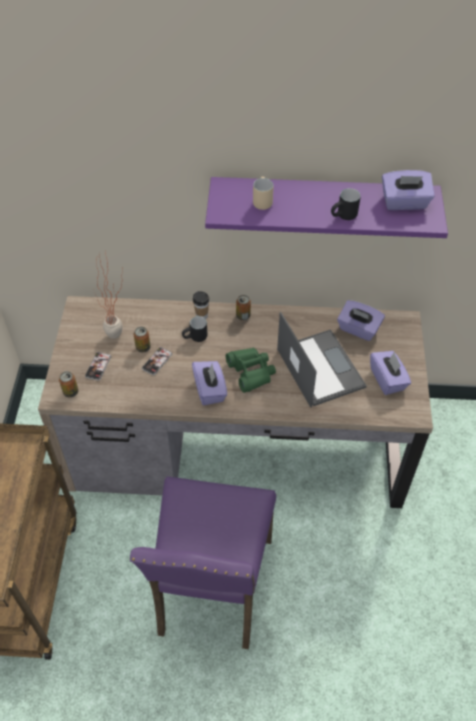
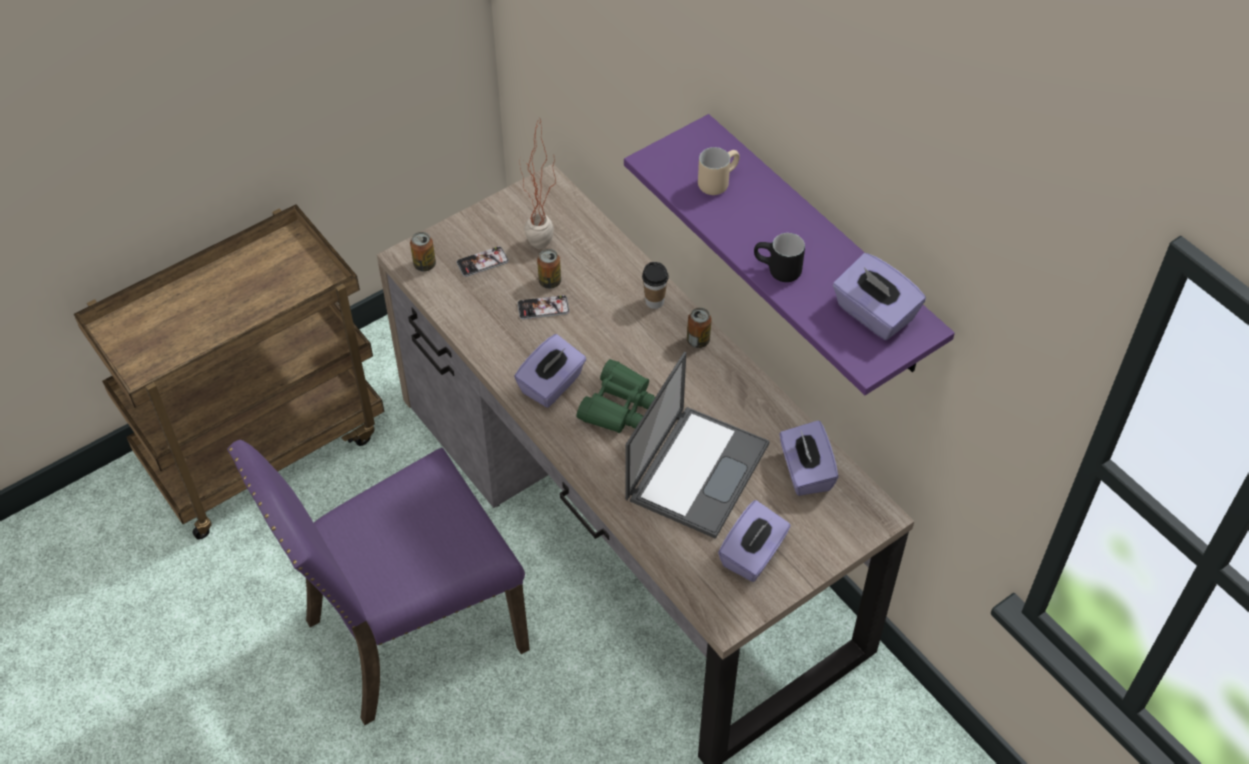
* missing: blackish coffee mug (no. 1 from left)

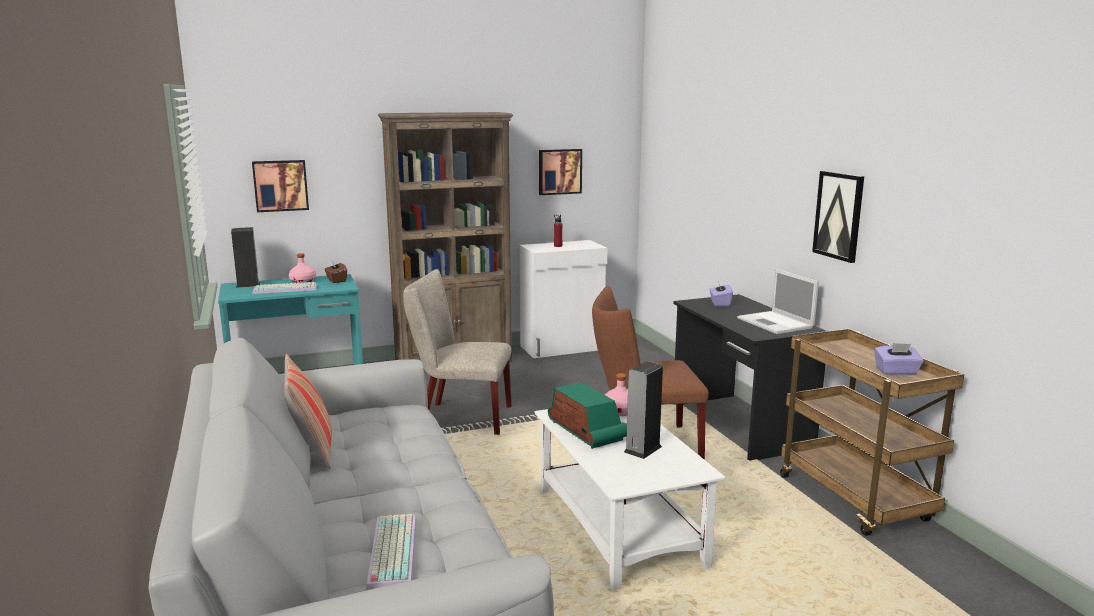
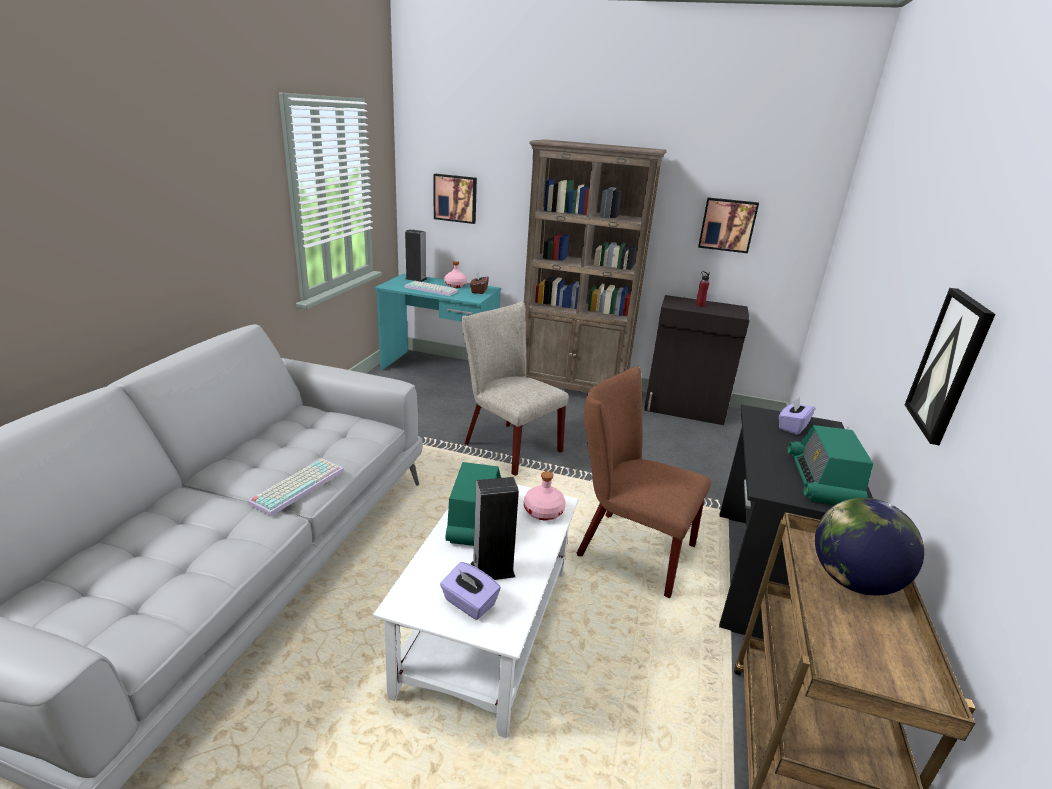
* colour: whitish storage cabinet to blackish storage cabinet
* exchanged: portable computer to radio (no. 2 from left)
* relocated: purplish box of tissues (no. 2 from left in the first image) to purplish box of tissues (no. 1 from left)
* missing: throw pillow
* relocated: PC keyboard (no. 2 from left in the first image) to PC keyboard (no. 1 from left)
* appeared: world globe

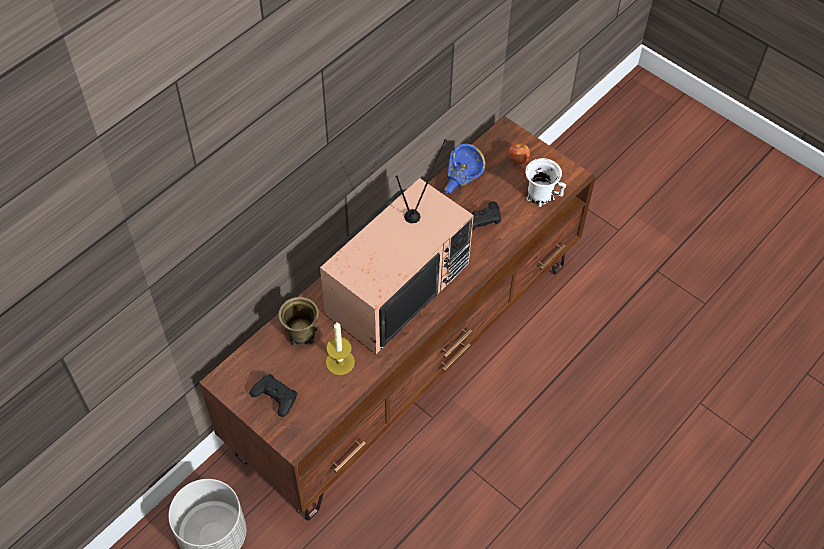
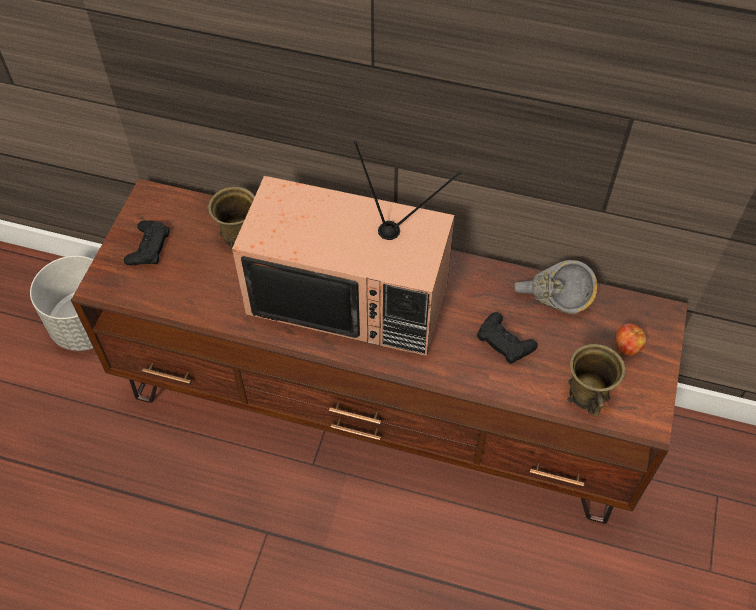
* colour: blue-coloured deep dish to greyish deep dish
* colour: whitish coffee mug to brownish coffee mug (no. 2 from left)
* missing: wax candle

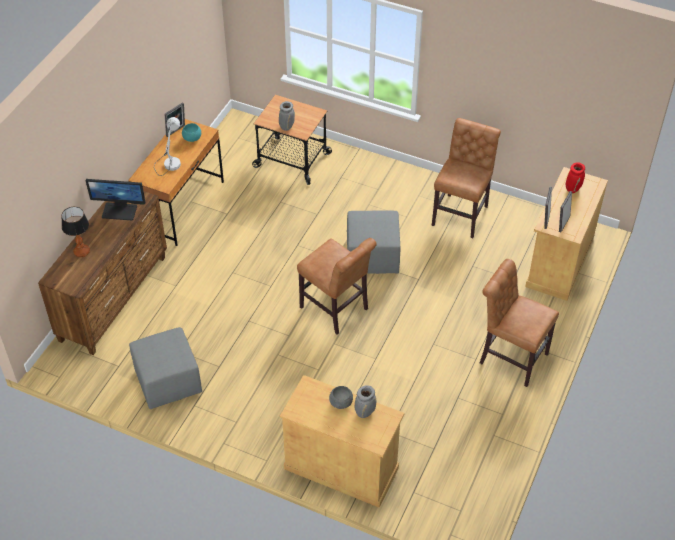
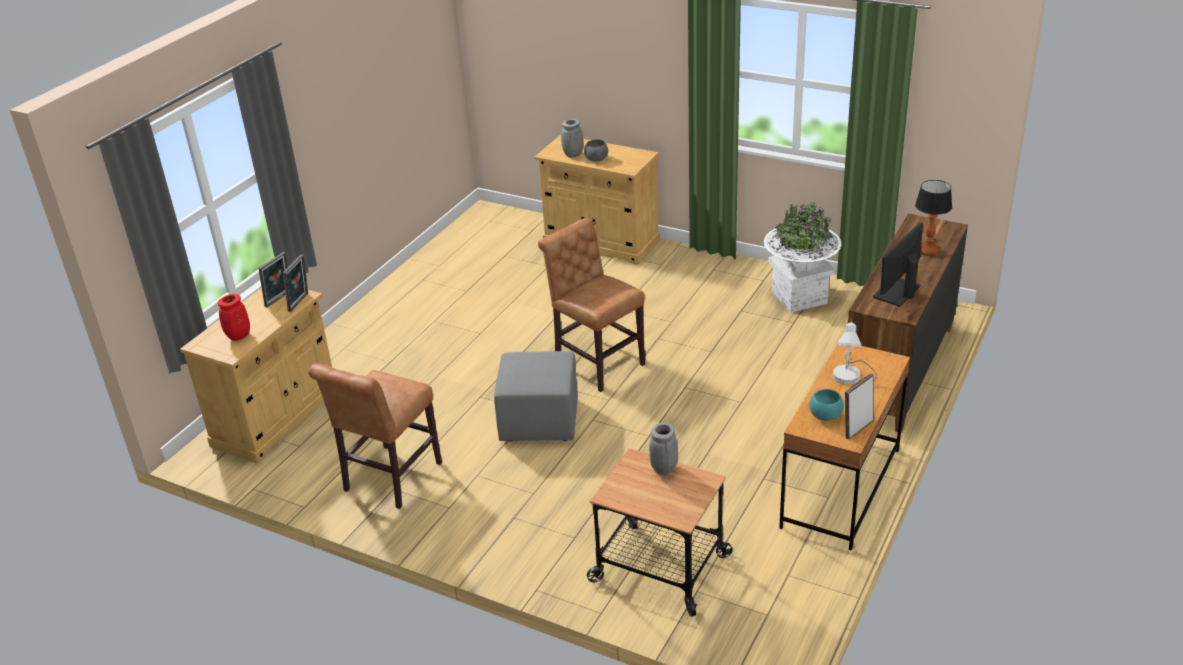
* spun: monitor 60 degrees counterclockwise
* missing: brownish plain chair (no. 3 from left)
* exchanged: greyish ottoman (no. 1 from left) to whitish plant pot

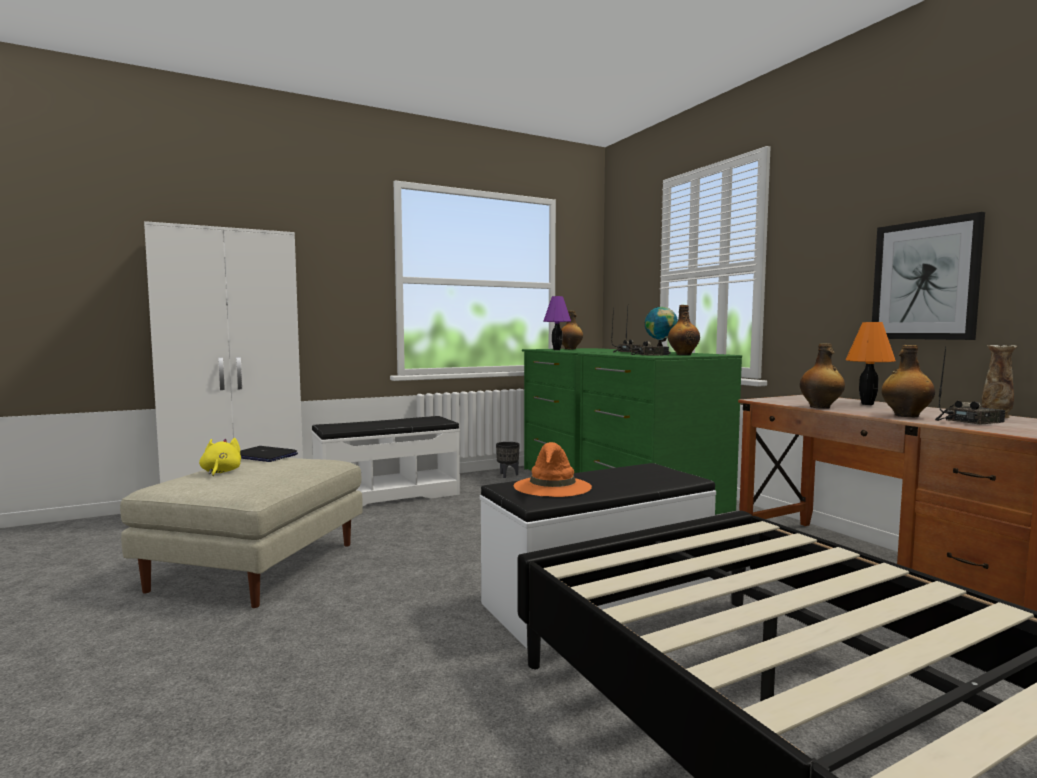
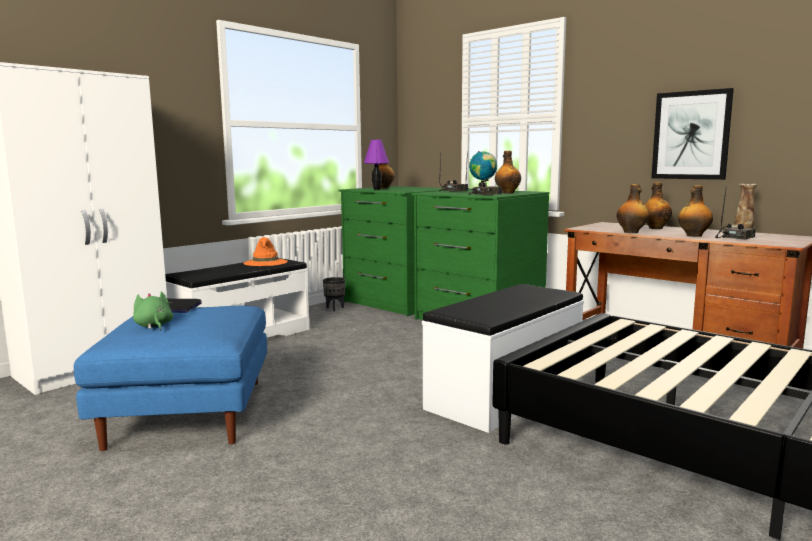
* exchanged: orange-coloured lamp for a table to beverage bottle (no. 4 from left)
* colour: yellow plush toy to green-coloured plush toy
* relocated: orange-coloured clothing hat
* colour: sand-coloured ottoman to blue-coloured ottoman

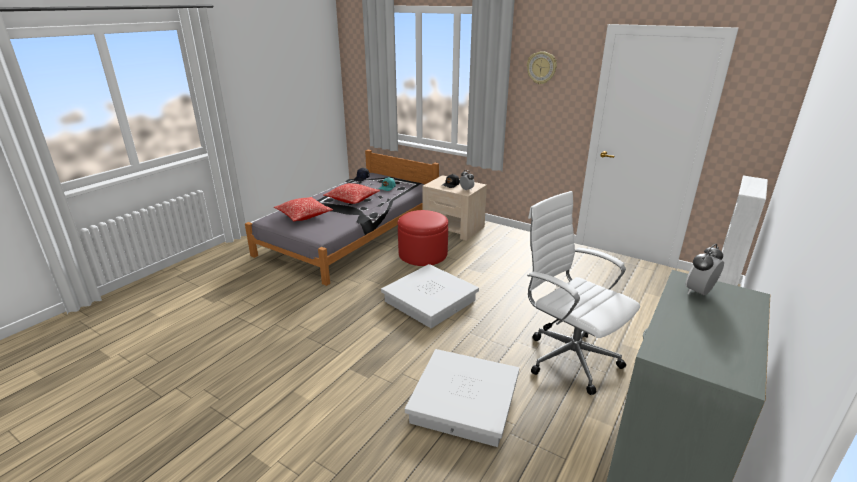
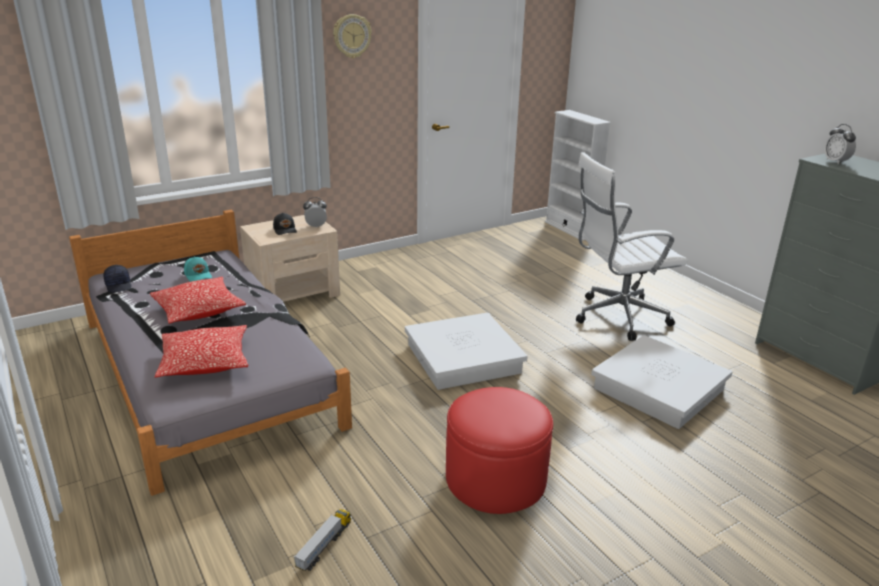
* relocated: reddish ottoman
* appeared: toy lorry

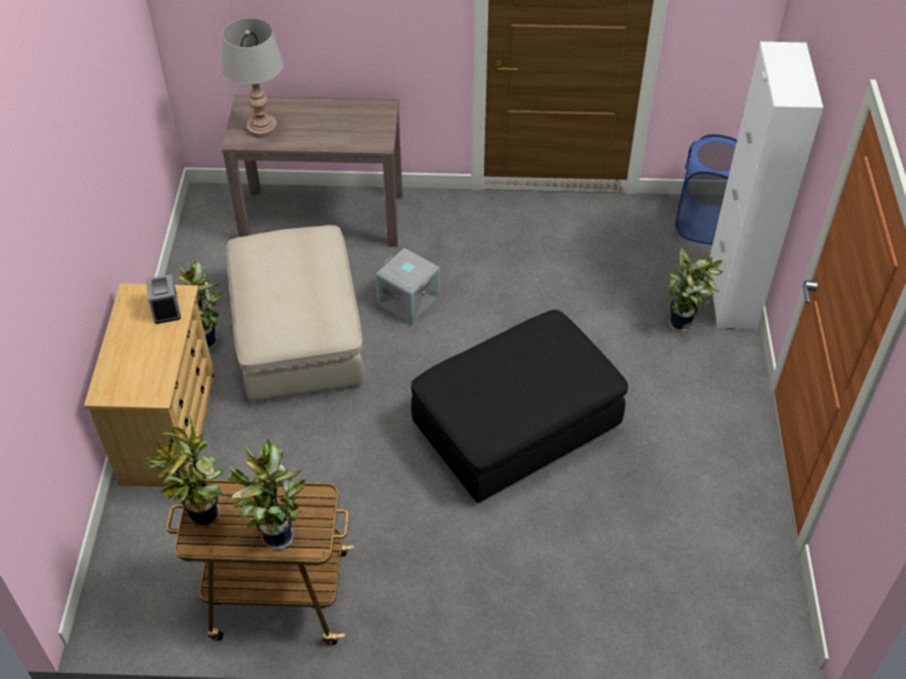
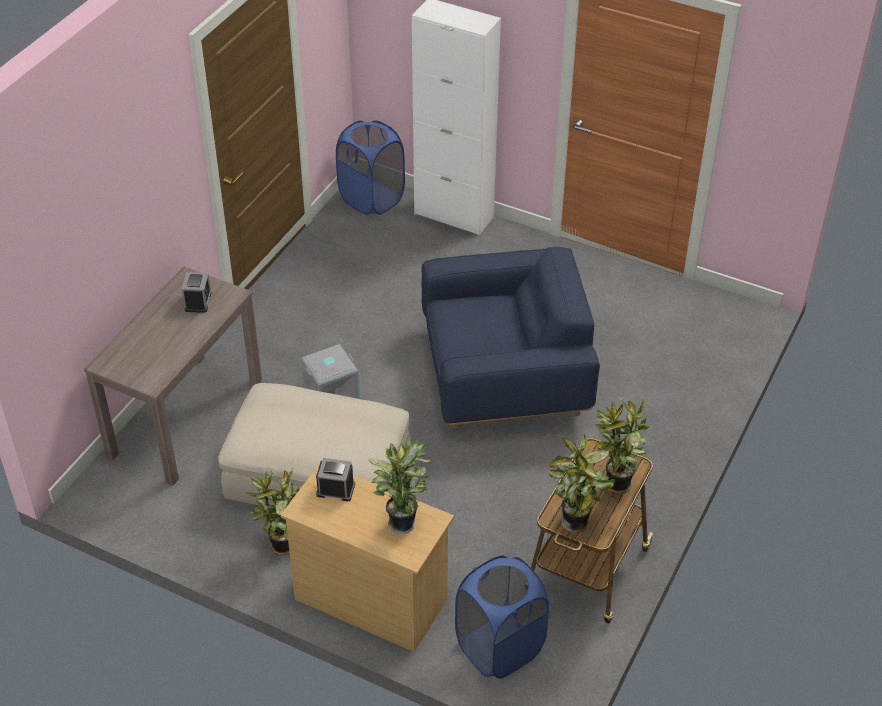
* missing: greyish lamp for a table
* relocated: potted plant (no. 4 from left in the first image) to potted plant (no. 2 from left)
* exchanged: blackish ottoman to blue-coloured armchair
* appeared: table clock (no. 1 from left)
* appeared: blue-coloured hamper (no. 2 from left)

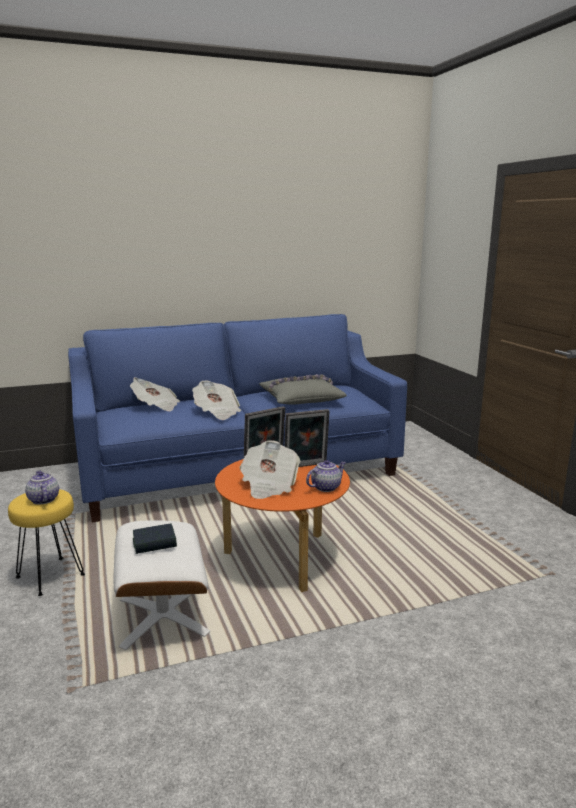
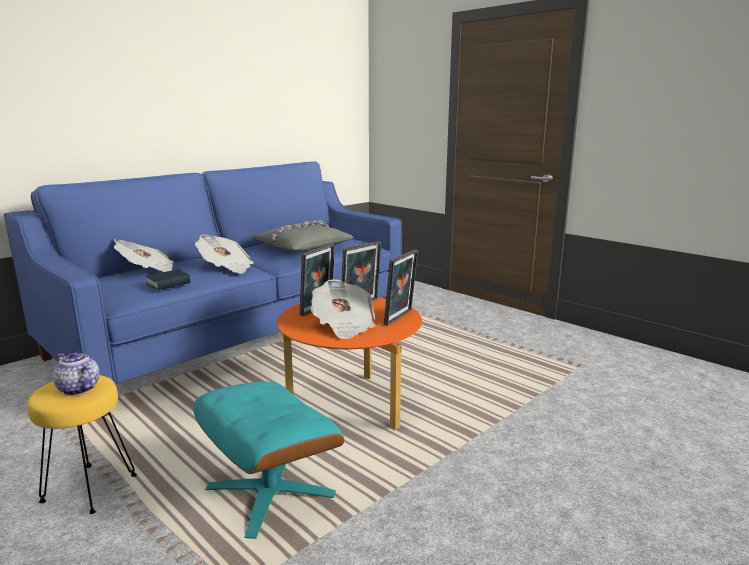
* exchanged: pot for tea (no. 2 from left) to picture frame (no. 3 from left)
* colour: whitish ottoman to turquoise ottoman
* relocated: bound book

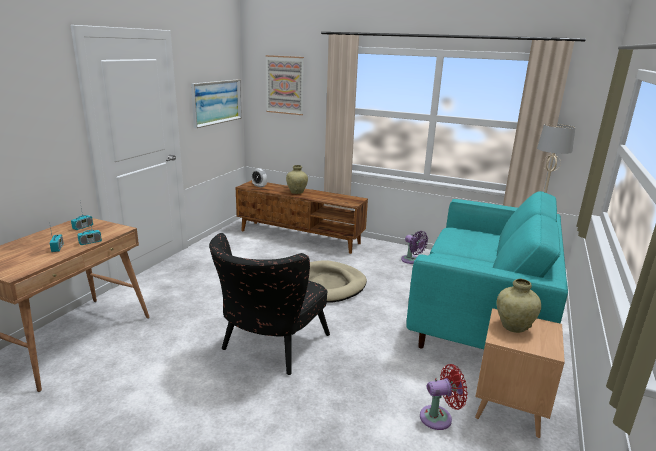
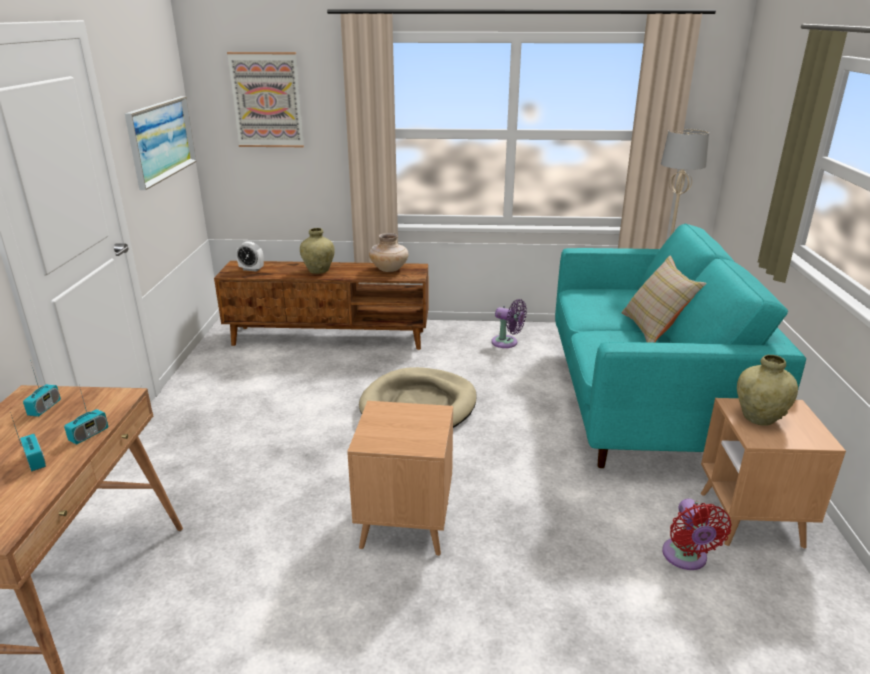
* exchanged: blackish armchair to brownish accent table (no. 1 from left)
* spun: reddish fan 120 degrees clockwise
* appeared: sand-coloured decorative vase (no. 2 from left)
* appeared: sand-coloured throw pillow

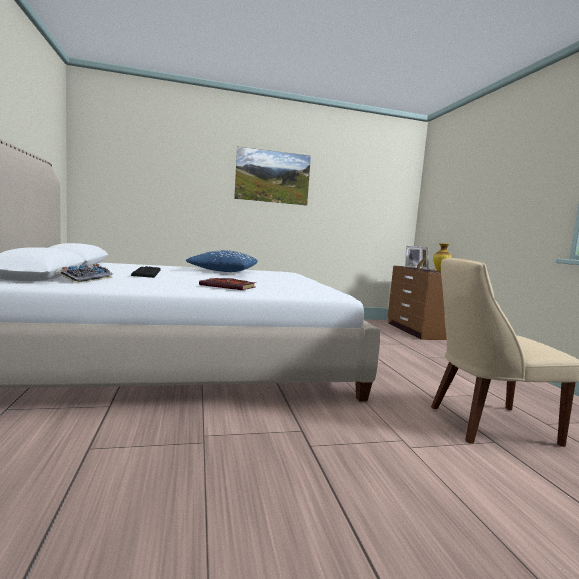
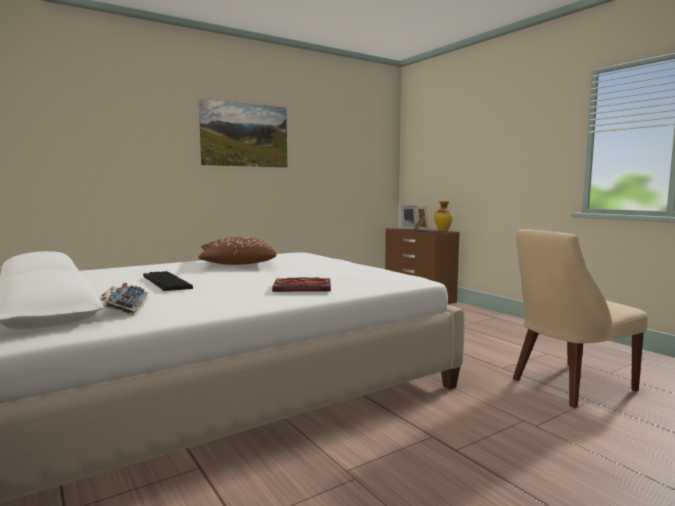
* colour: blue-coloured throw pillow to brownish throw pillow

